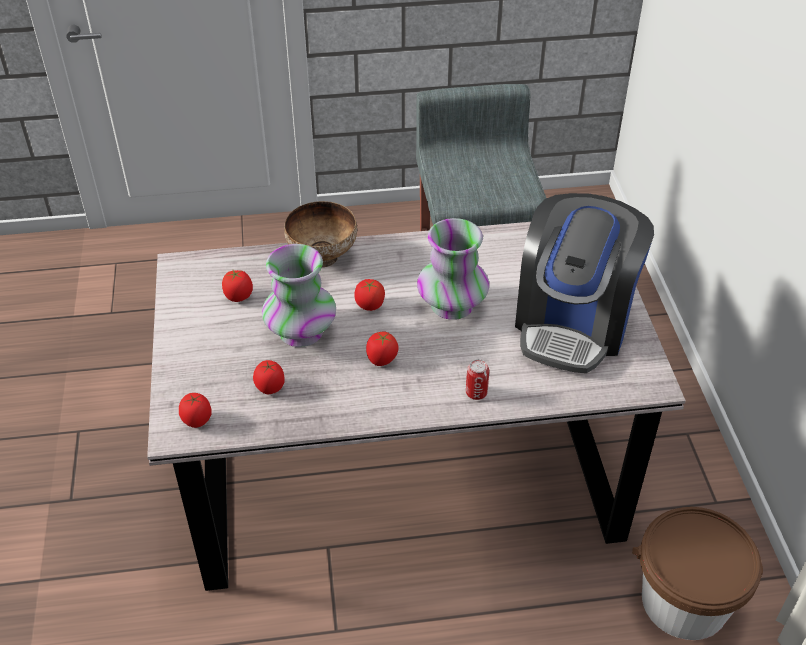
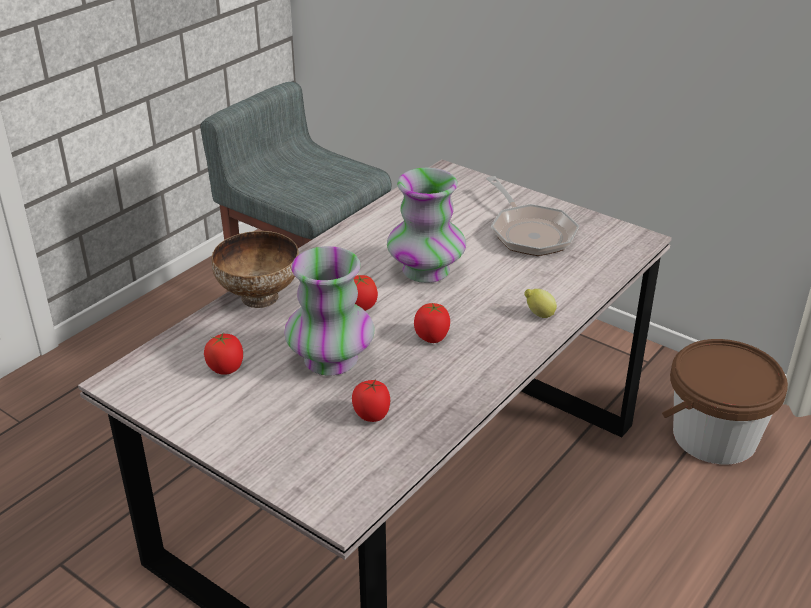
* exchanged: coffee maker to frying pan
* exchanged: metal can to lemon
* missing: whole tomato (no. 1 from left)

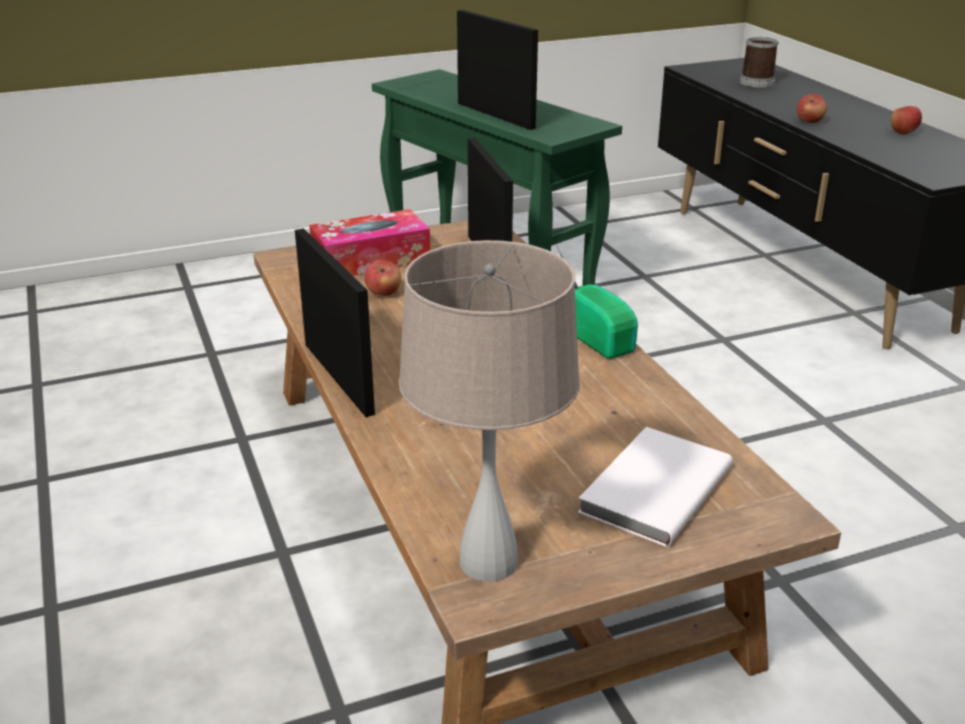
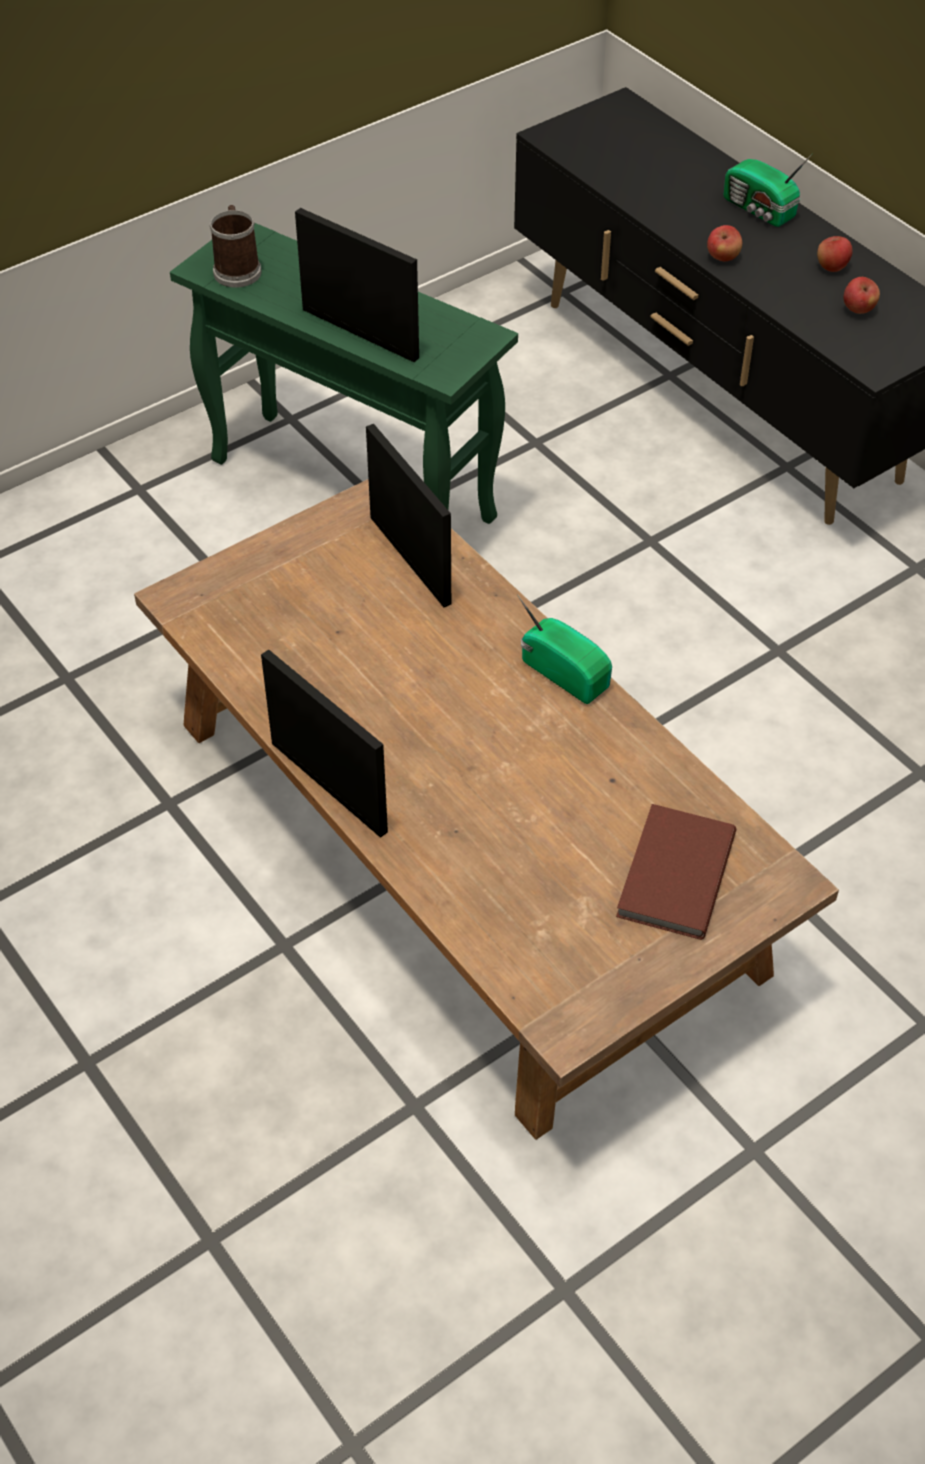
* relocated: coffee mug
* missing: box of tissues
* missing: sand-coloured lamp for a table
* relocated: whole apple (no. 1 from left in the first image) to whole apple (no. 3 from left)
* colour: whitish bound book to brownish bound book
* appeared: radio (no. 2 from left)

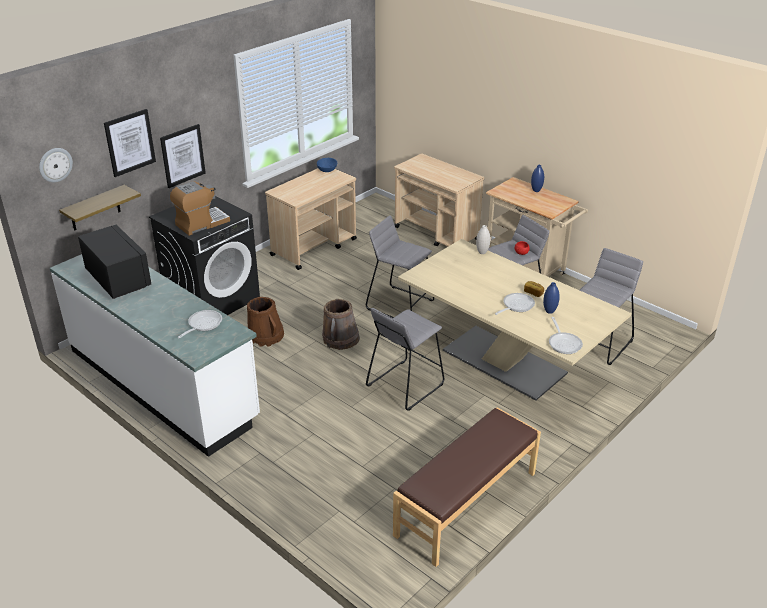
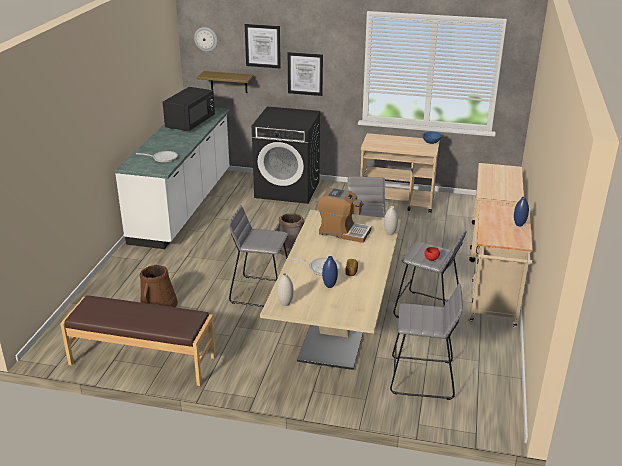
* relocated: coffee maker
* relocated: brownish water bucket (no. 1 from left)
* exchanged: frying pan (no. 3 from left) to whitish decorative vase (no. 1 from left)

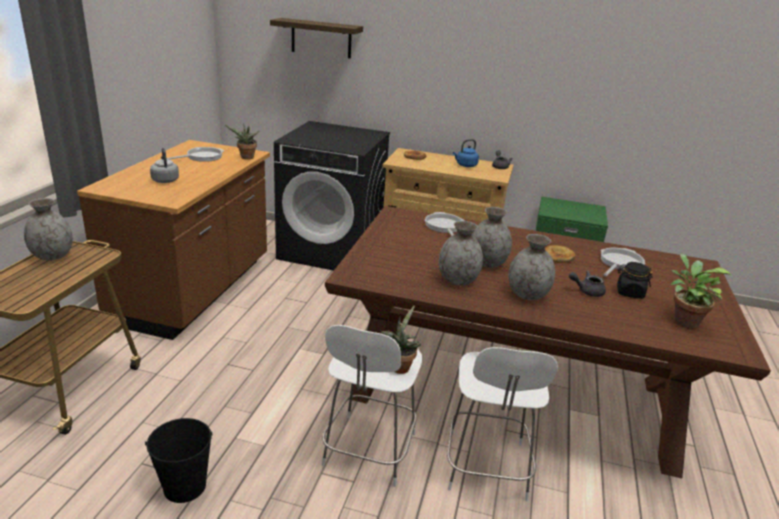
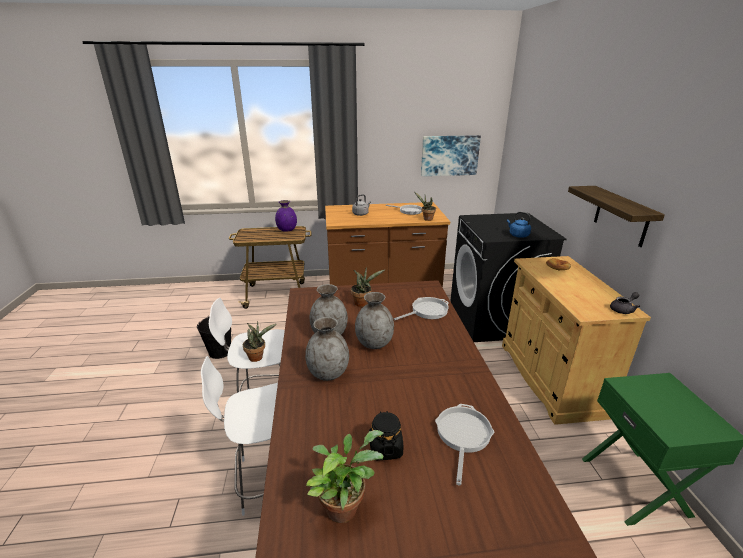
* relocated: shelf
* relocated: blue-coloured kettle
* colour: greyish decorative vase (no. 1 from left) to purplish decorative vase
* missing: bread (no. 2 from left)
* spun: frying pan (no. 3 from left) 90 degrees counterclockwise
* missing: greyish pot for tea (no. 2 from left)
* appeared: wall art
* appeared: potted plant (no. 3 from left)

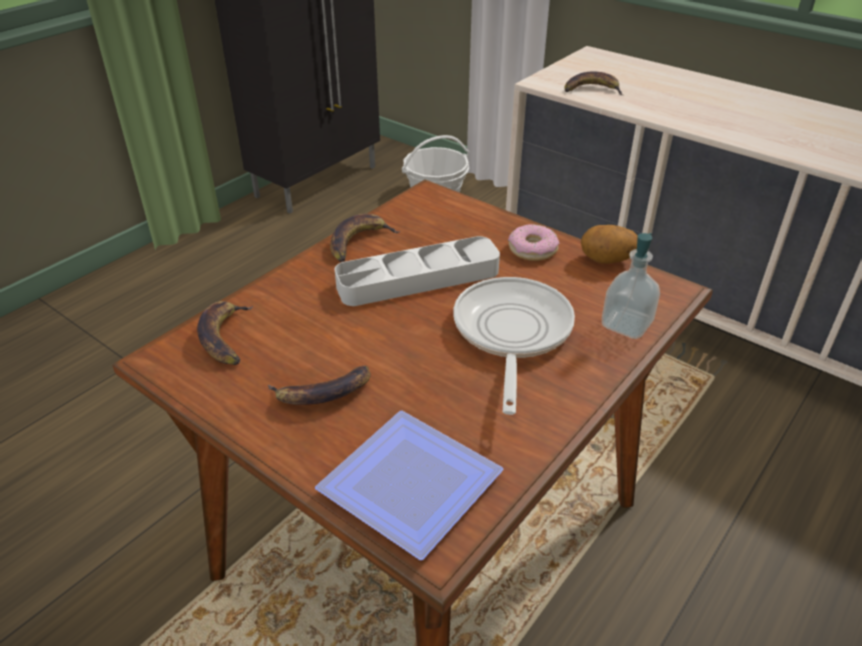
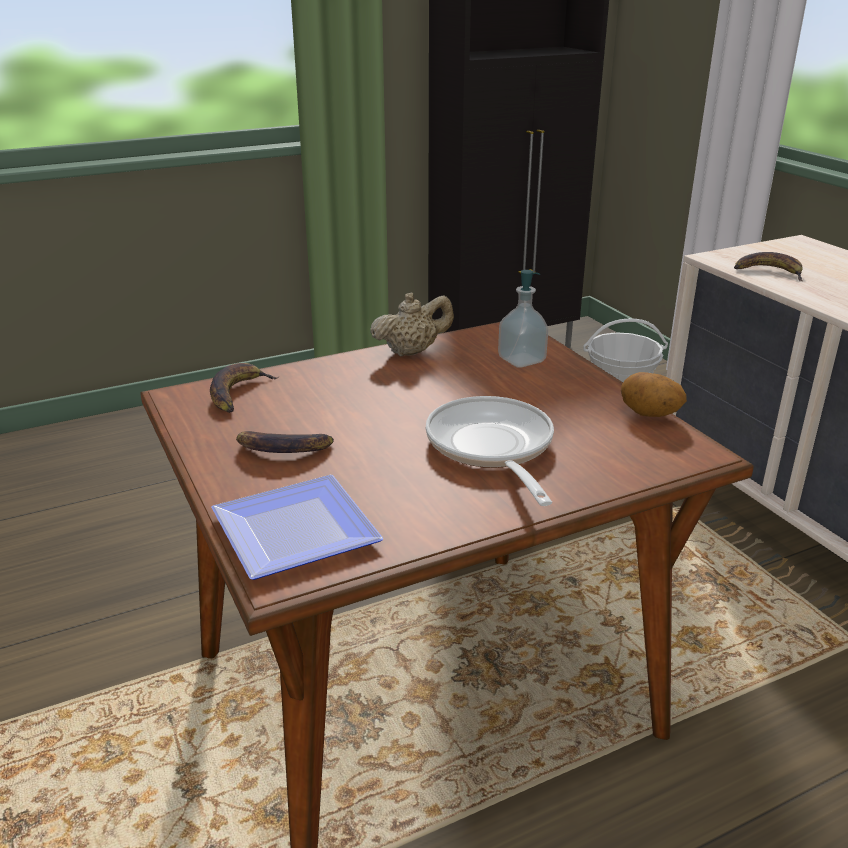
* exchanged: banana fruit (no. 3 from left) to sand-coloured pot for tea
* missing: donut
* relocated: liquid soap bottle
* missing: greyish serving tray
* spun: frying pan 45 degrees counterclockwise

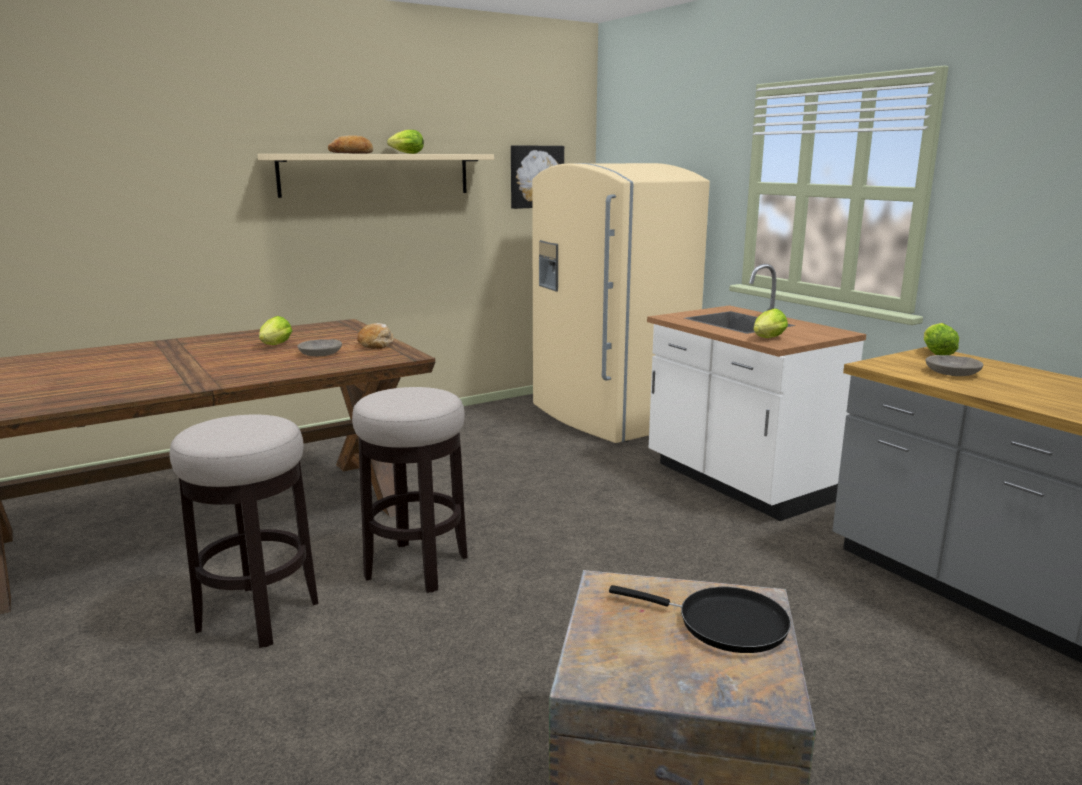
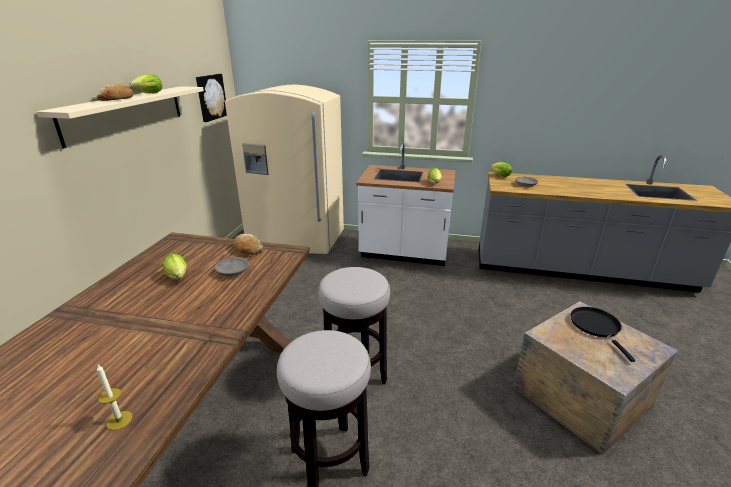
* spun: blackish frying pan 75 degrees counterclockwise
* appeared: wax candle

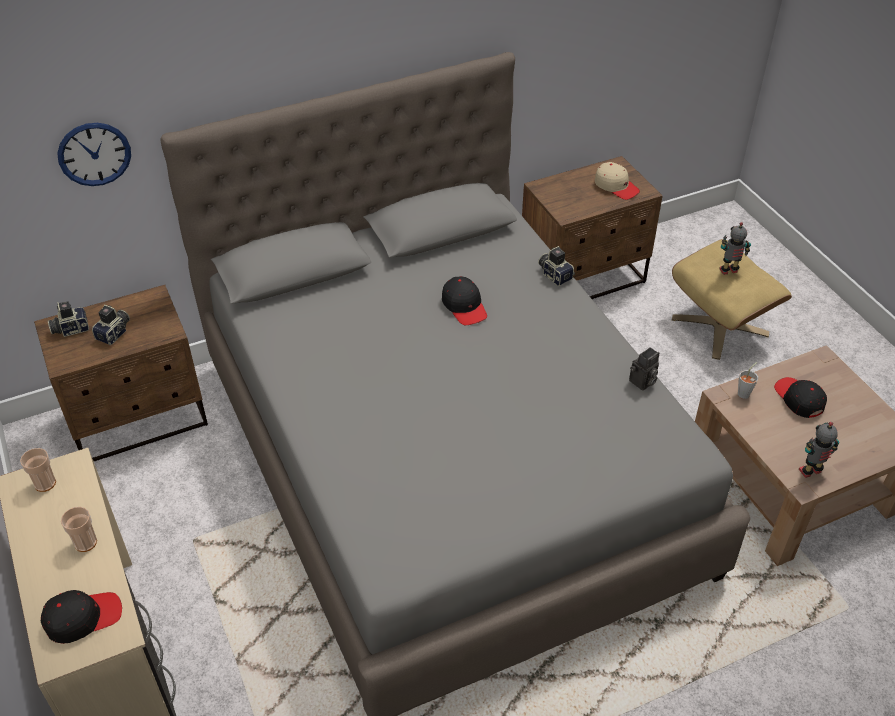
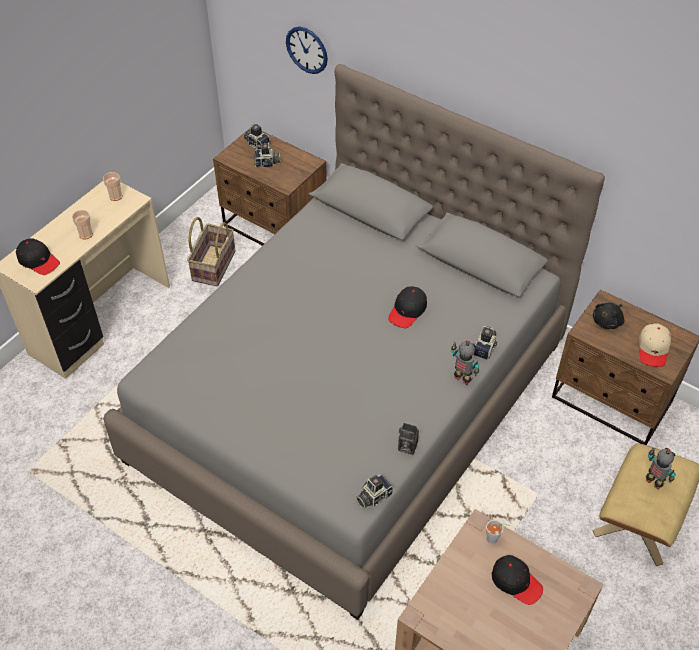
* spun: blackish peaked cap (no. 3 from left) 90 degrees clockwise
* relocated: robot figure (no. 2 from left in the first image) to robot figure (no. 1 from left)
* appeared: basket
* appeared: blackish plush toy
* appeared: still camera (no. 3 from left)

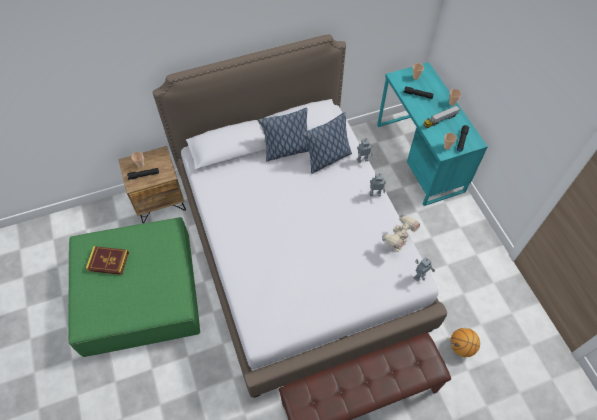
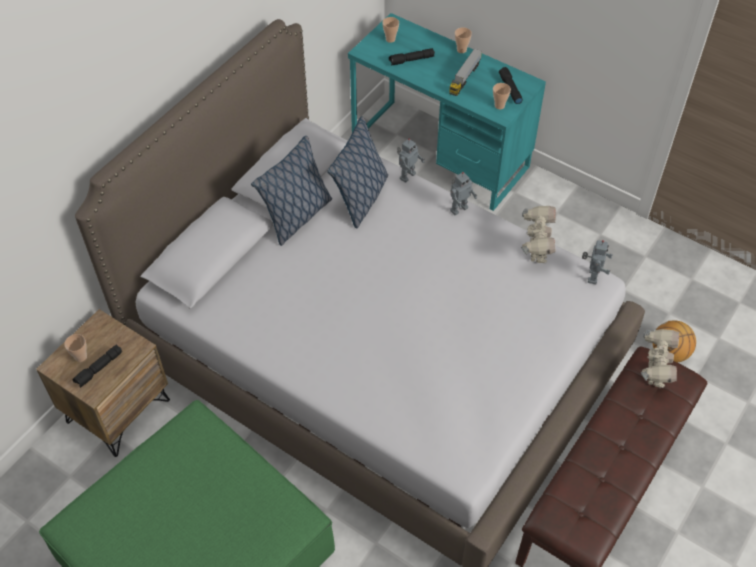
* missing: bound book
* appeared: robot figure (no. 5 from left)

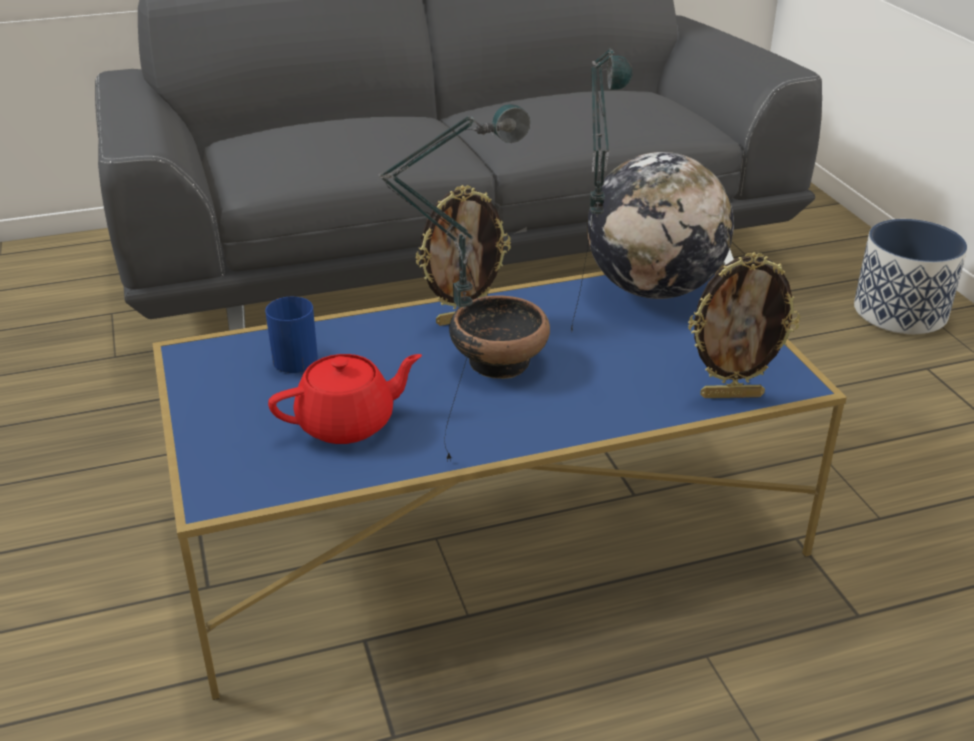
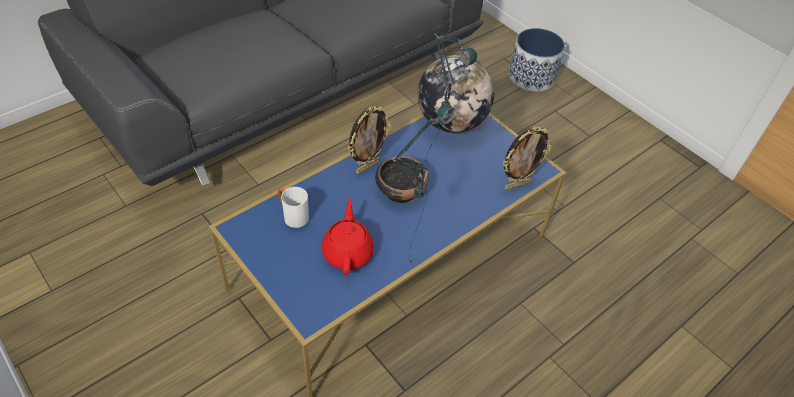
* colour: blue-coloured coffee mug to whitish coffee mug
* spun: reddish pot for tea 45 degrees counterclockwise

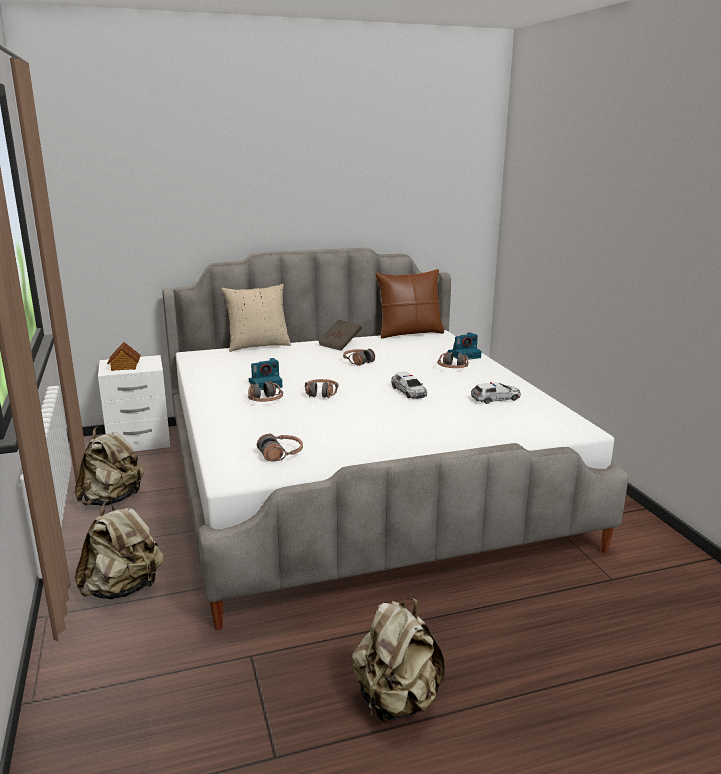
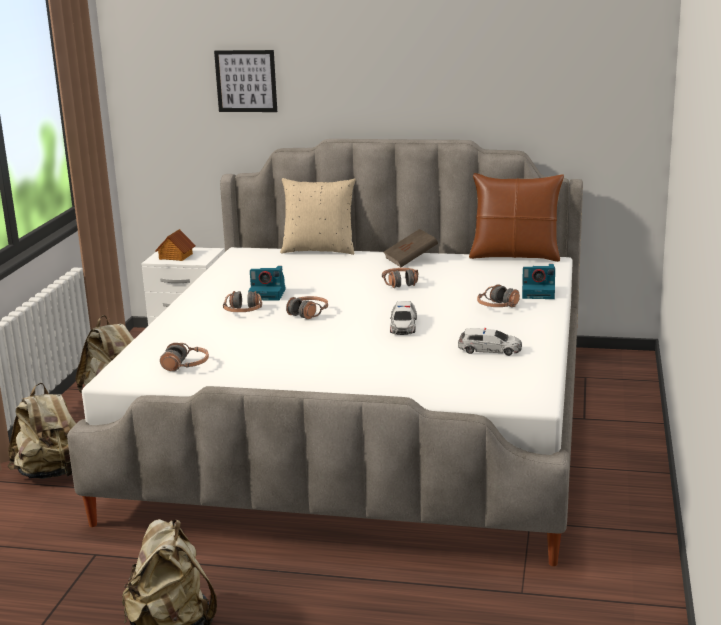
* appeared: wall art

